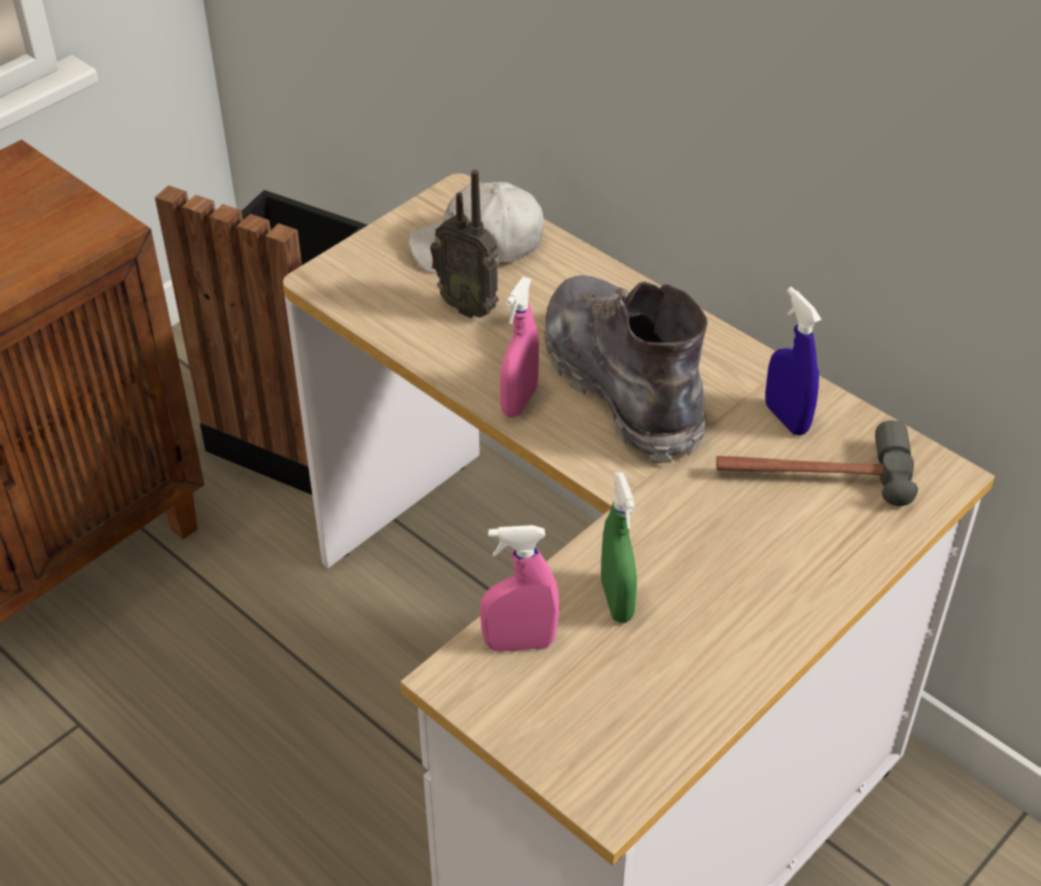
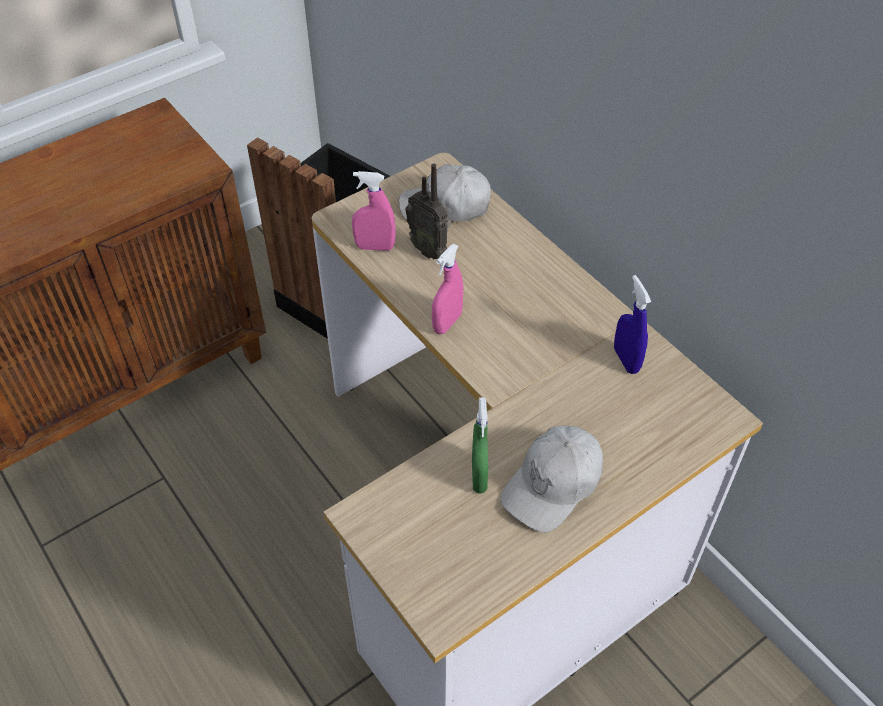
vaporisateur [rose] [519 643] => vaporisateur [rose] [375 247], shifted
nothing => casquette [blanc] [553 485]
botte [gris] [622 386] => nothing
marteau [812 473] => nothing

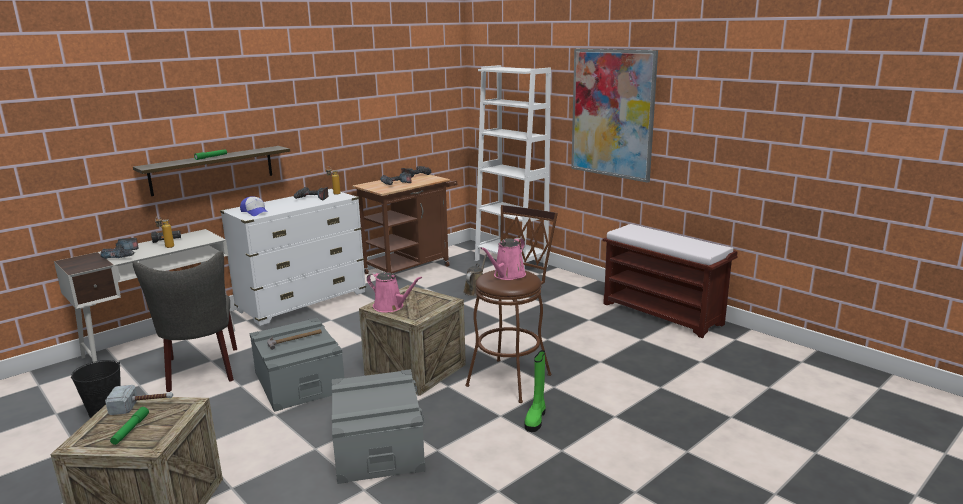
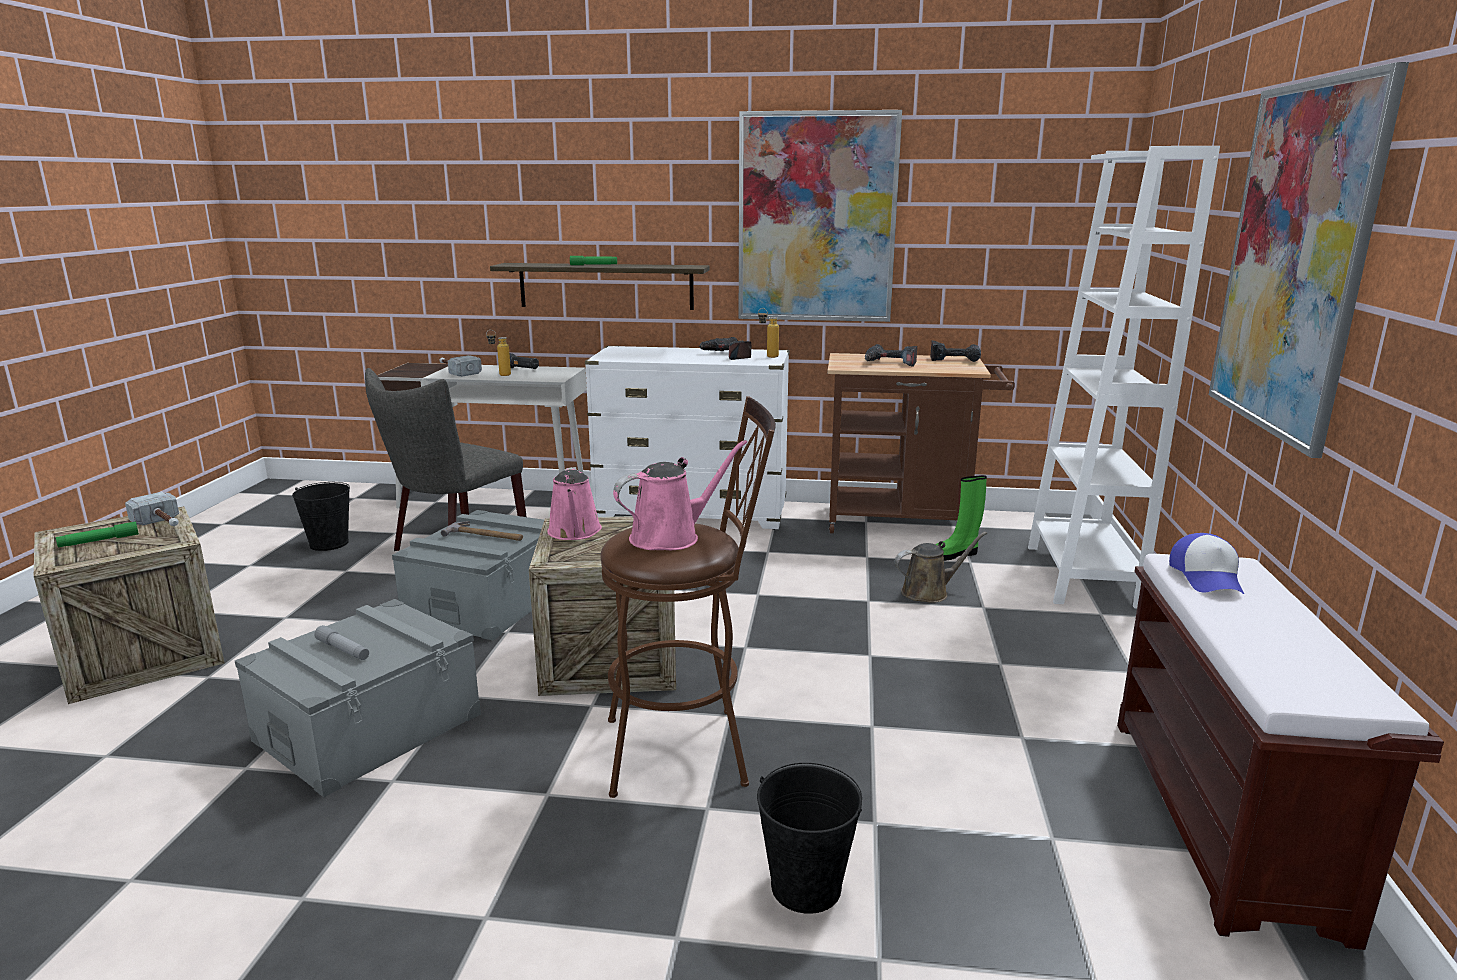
nothing => lampe de poche [gris] [343 649]
perceuse [124 254] => marteau [456 371]
arrosoir [rose] [507 275] => arrosoir [rose] [671 537], 150 degrees clockwise
nothing => tableau [816 218]
nothing => seau [noir] [806 887]
botte [vert] [536 419] => botte [vert] [955 554], shifted
casquette [255 212] => casquette [1207 577], shifted

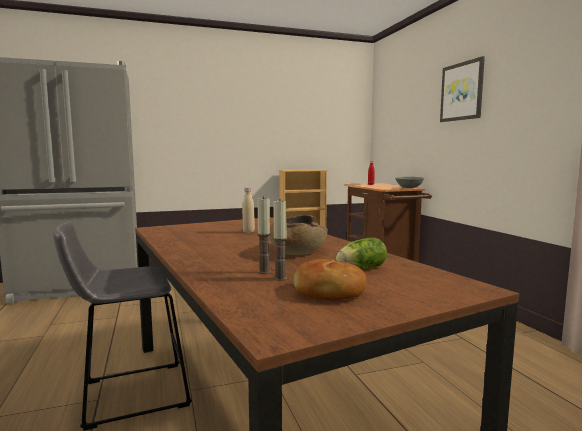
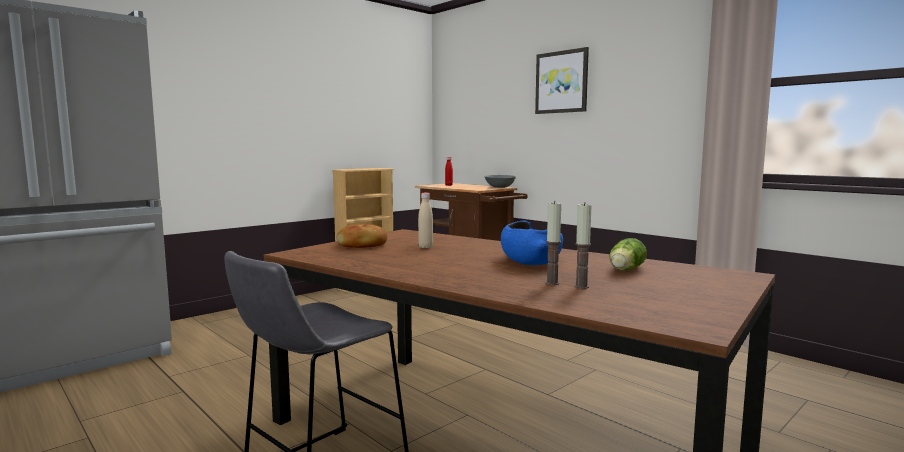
pain [329 292] => pain [362 245], shifted
bol [marron] [298 250] => bol [bleu] [530 260]

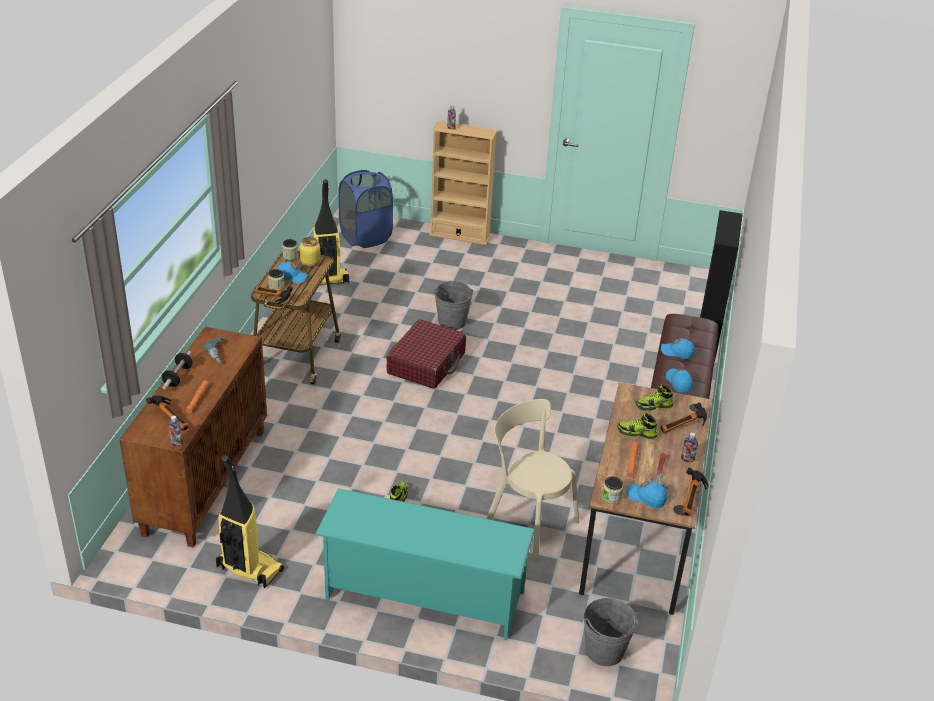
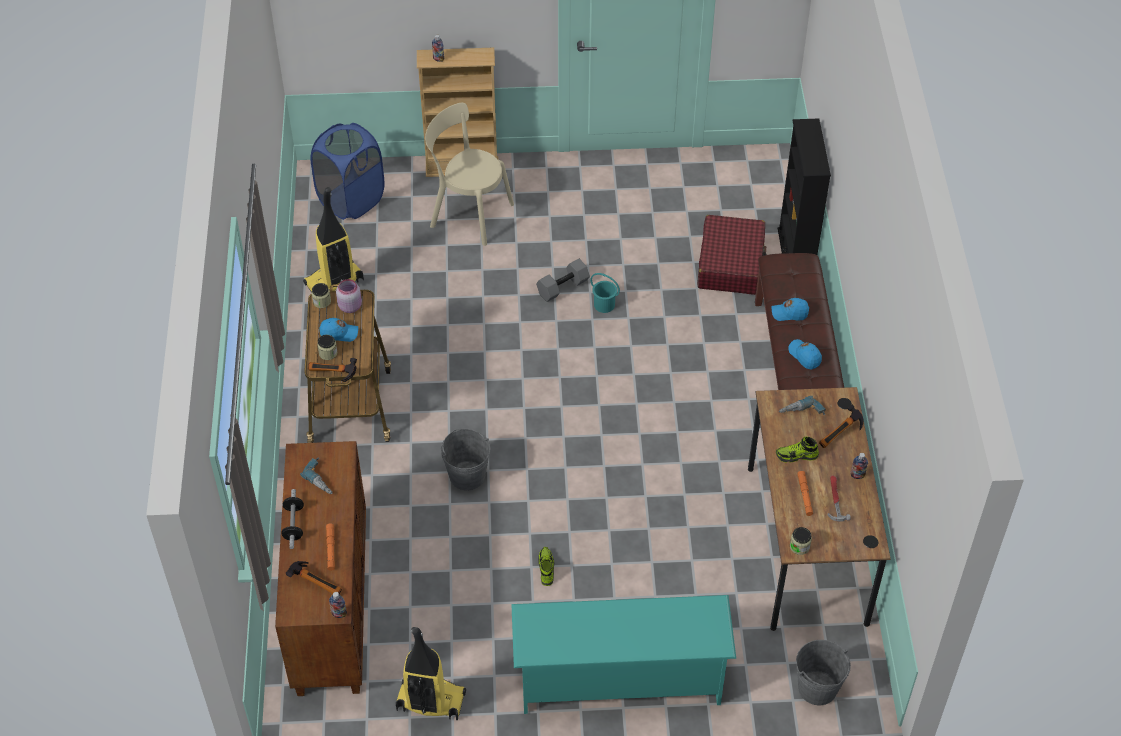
bocal [jaune] [310 263] => bocal [rose] [350 306]
chaise [beige] [528 520] => chaise [beige] [468 213], shifted
seau [gris] [452 322] => seau [gris] [467 475], shifted
nothing => haltère [gris] [563 288]
nothing => seau [turquoise] [604 304]
valise [rouge] [426 363] => valise [rouge] [731 264], shifted
chaussure [653 406] => perceuse [801 414]
casquette [bleu] [646 497] => nothing
marteau [693 500] => nothing

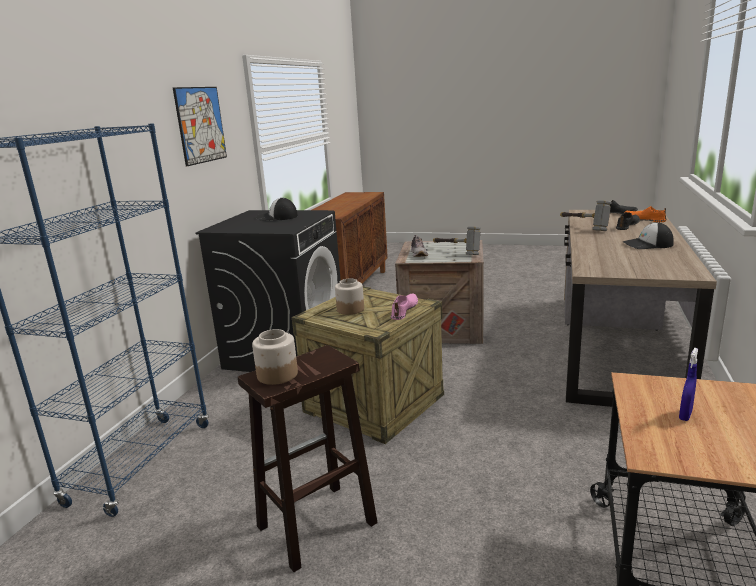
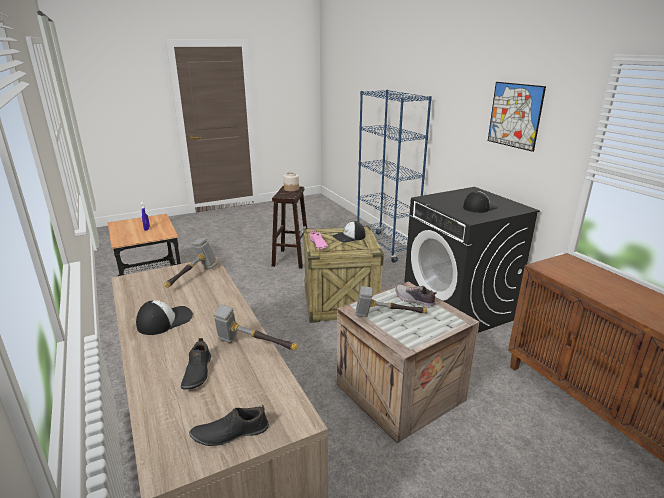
nothing => marteau [192 277]
bocal [350 309] => casquette [349 237]
chaussure [orange] [644 219] => nothing

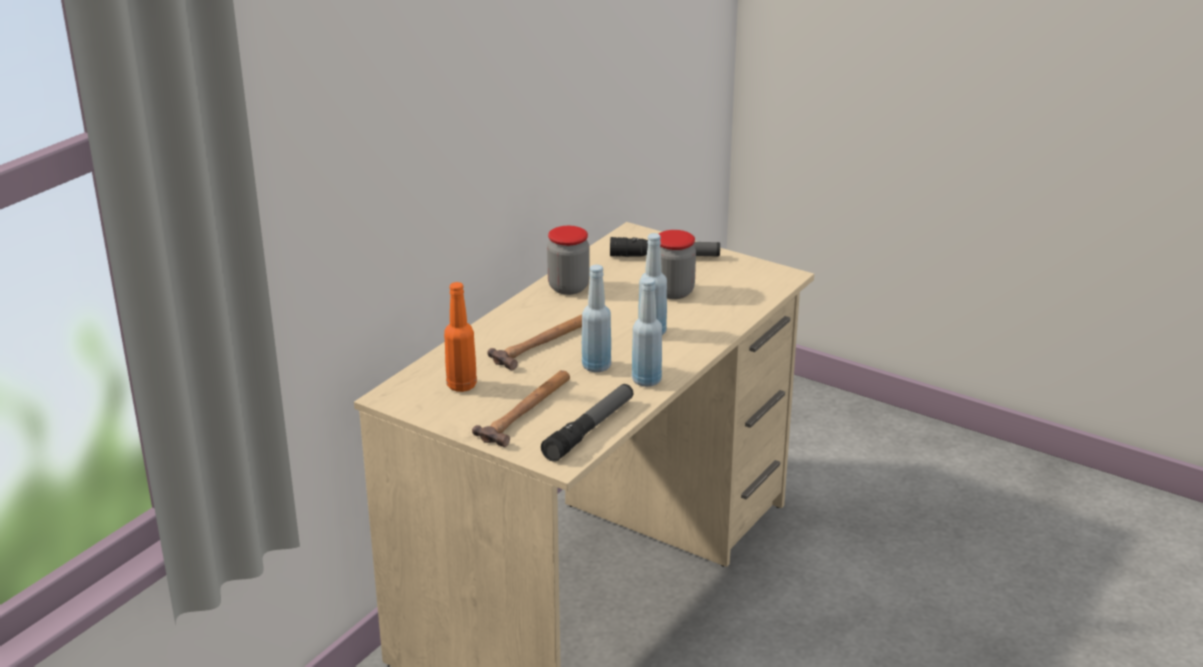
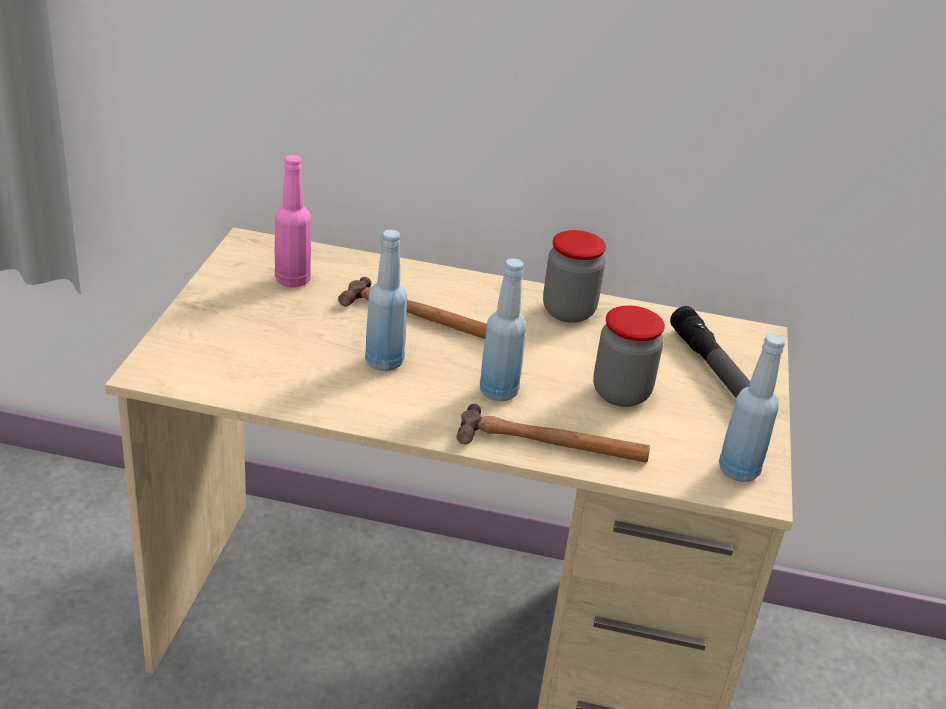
bouteille [orange] [461 385] => bouteille [rose] [292 280]
marteau [527 411] => marteau [552 444], shifted
bouteille [bleu] [646 380] => bouteille [bleu] [738 470], shifted
lampe de poche [590 429] => nothing

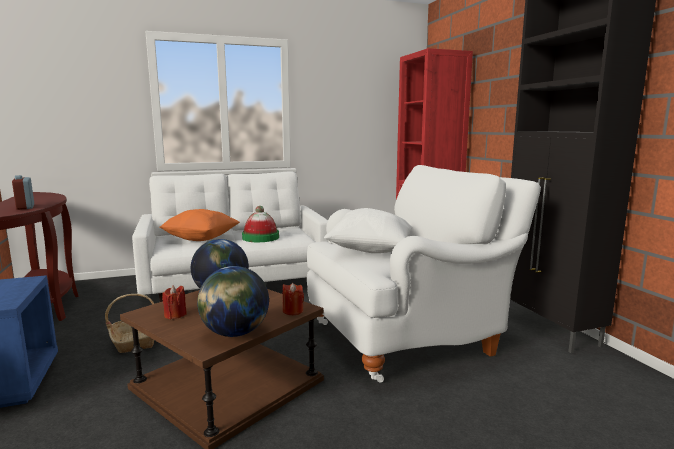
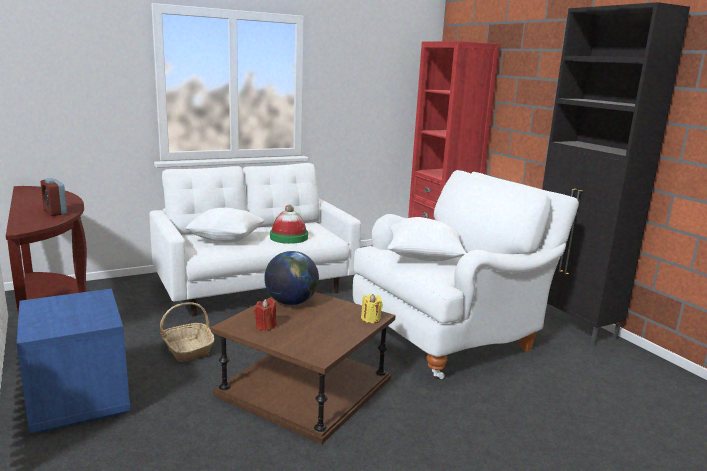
coussin [orange] [201 239] => coussin [blanc] [226 240]
bougie [rouge] [293 311] => bougie [jaune] [370 319]
globe [235 333] => nothing

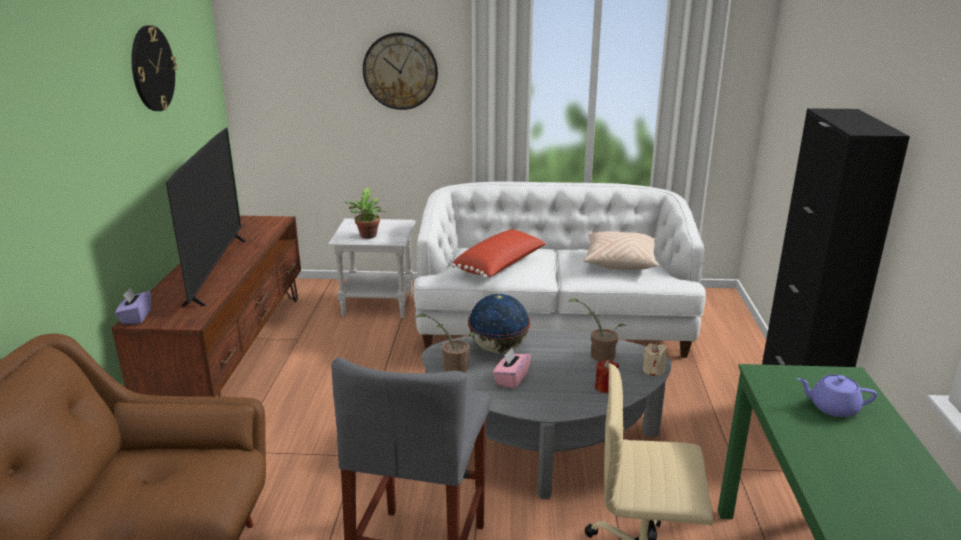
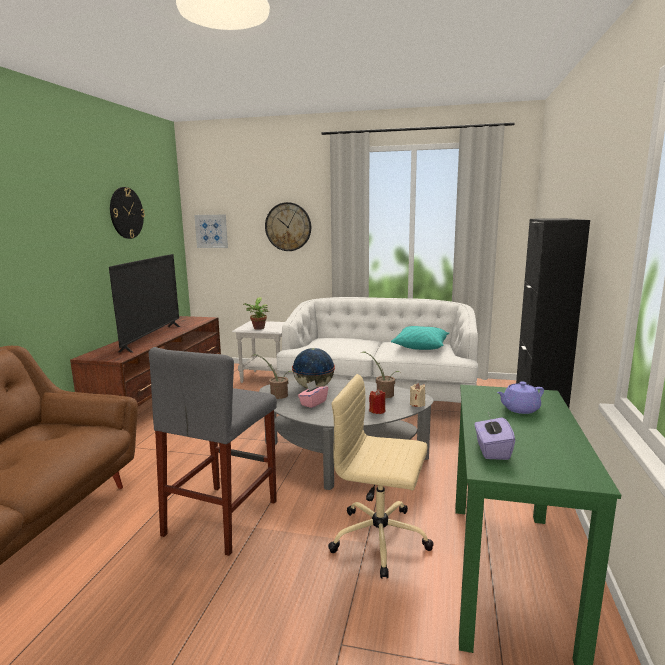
nothing => tableau [211 231]
coussin [beige] [619 262] => coussin [turquoise] [420 346]
boîte à mouchoirs [violet] [136 317] => boîte à mouchoirs [violet] [492 450], shifted
théière [violet] [832 407] => théière [violet] [519 409], 45 degrees counterclockwise
coussin [rouge] [501 266] => nothing

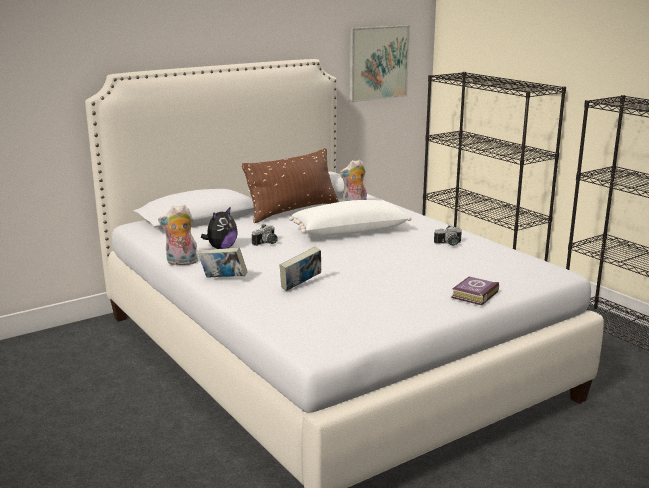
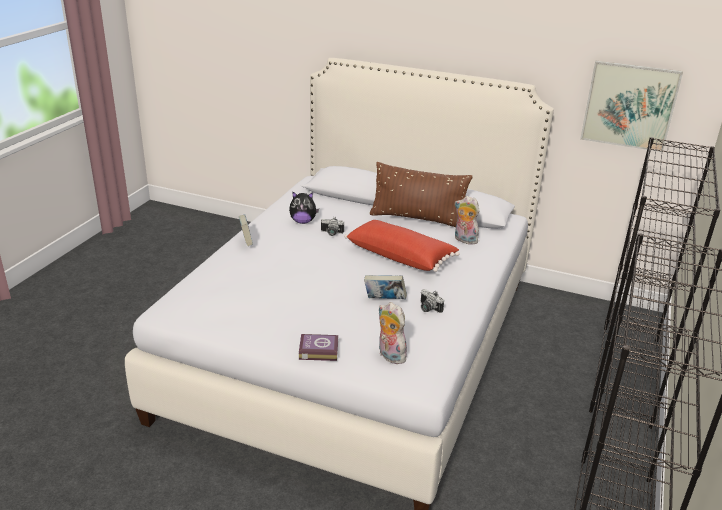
coussin [blanc] [349 231] => coussin [rouge] [400 256]
livre [301 286] => livre [384 300], shifted
peluche [181 263] => peluche [389 356], shifted

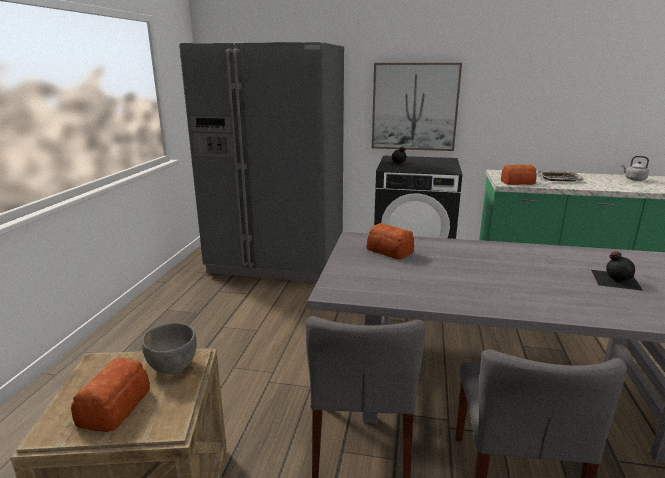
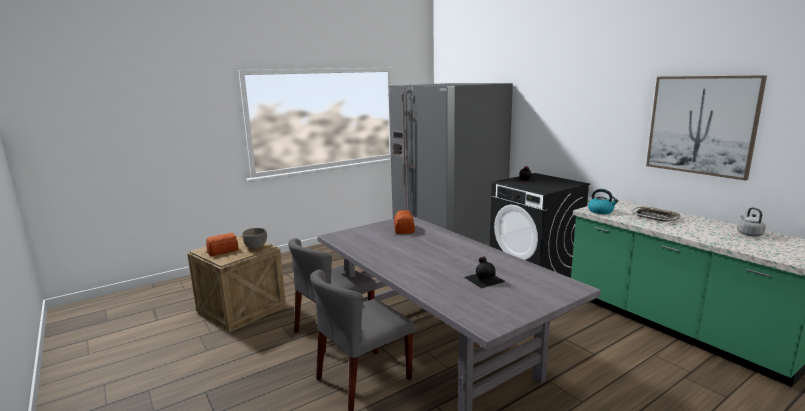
pain [516 182] => bouilloire [601 211]
tableau [414 107] => tableau [701 125], shifted

